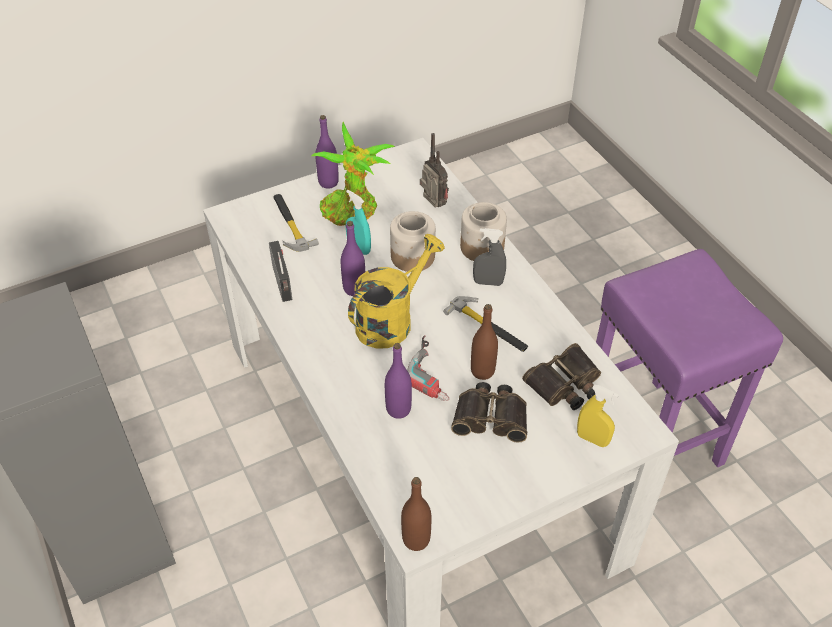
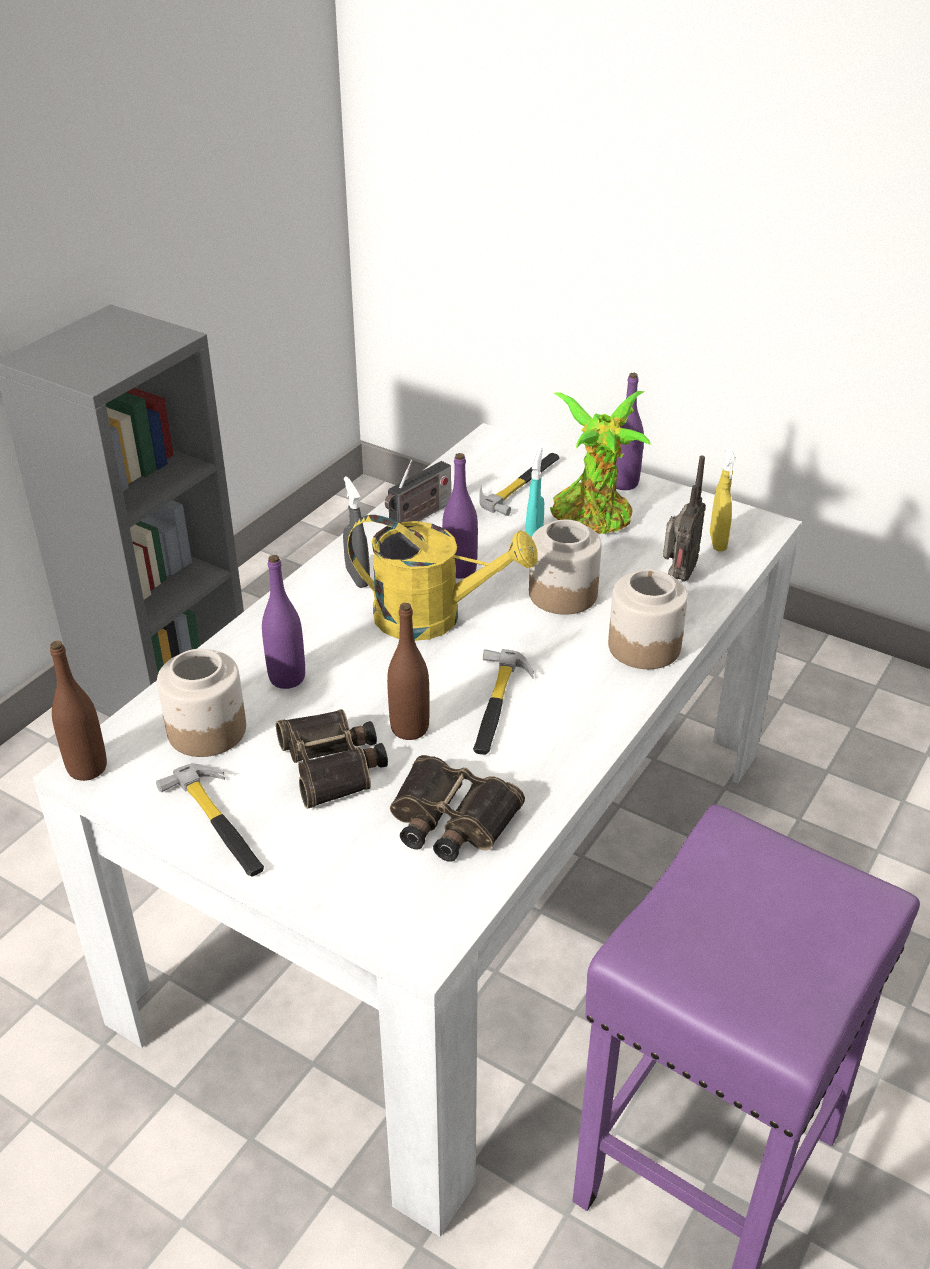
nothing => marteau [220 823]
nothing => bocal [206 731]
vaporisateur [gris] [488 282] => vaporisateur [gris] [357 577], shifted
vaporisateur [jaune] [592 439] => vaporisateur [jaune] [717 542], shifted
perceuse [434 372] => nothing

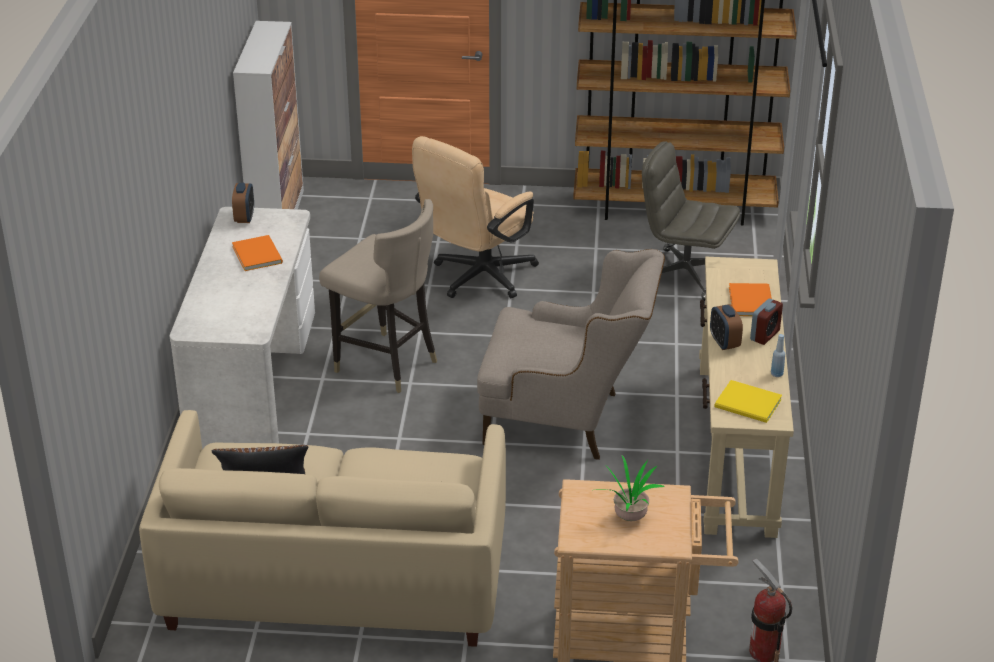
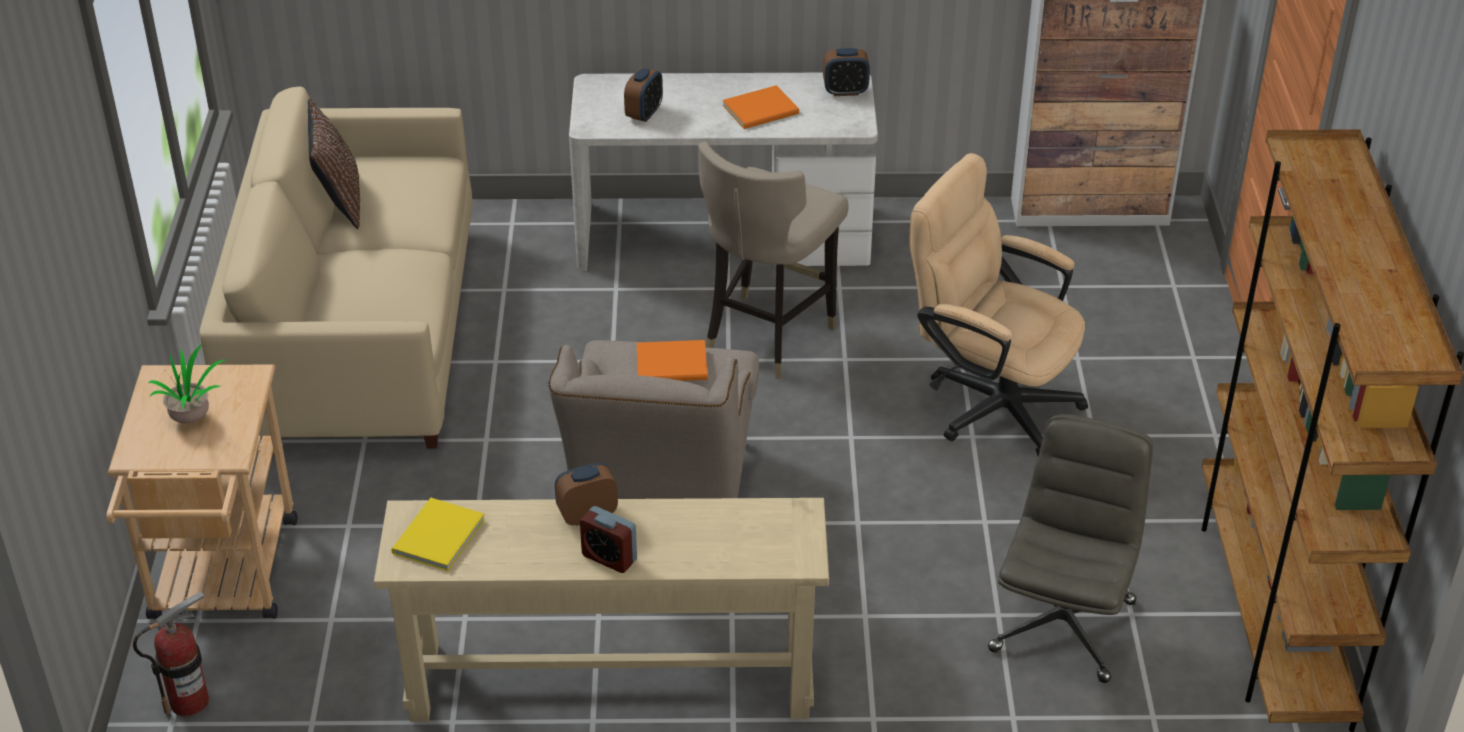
nothing => réveil [644 113]
livre [orange] [752 300] => livre [orange] [674 365], shifted
bouteille [bleu] [777 374] => nothing

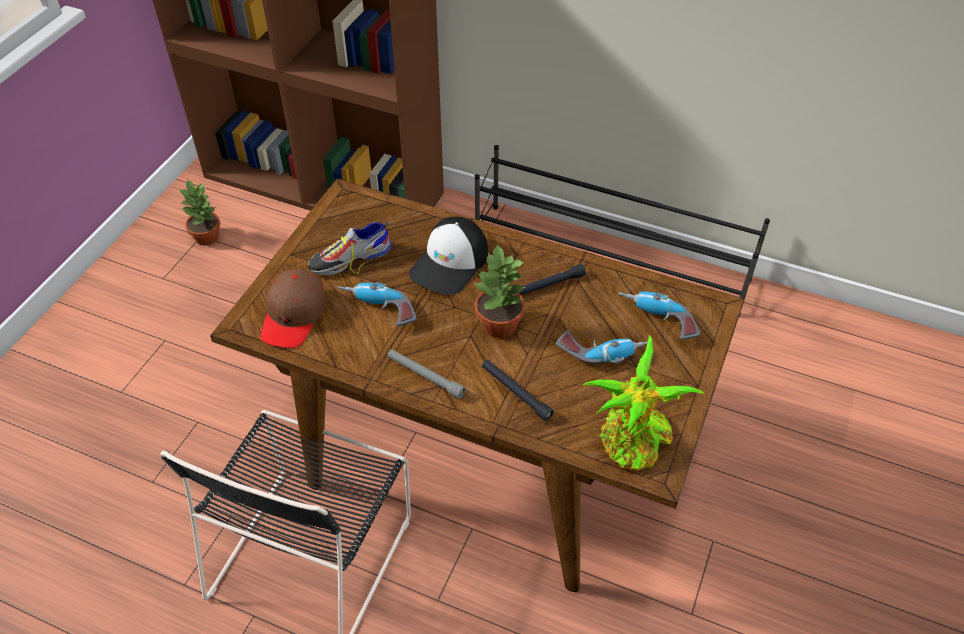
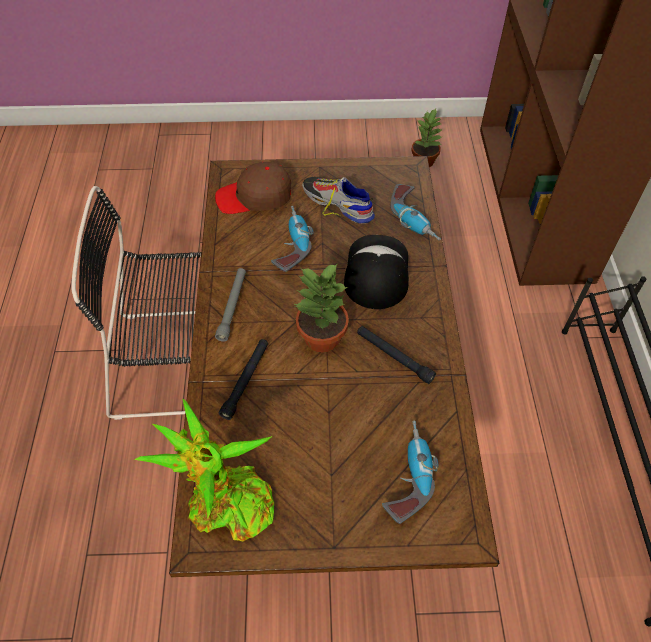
casquette [450 263] => casquette [376 272], 90 degrees clockwise
perceuse [602 351] => perceuse [415 219], shifted

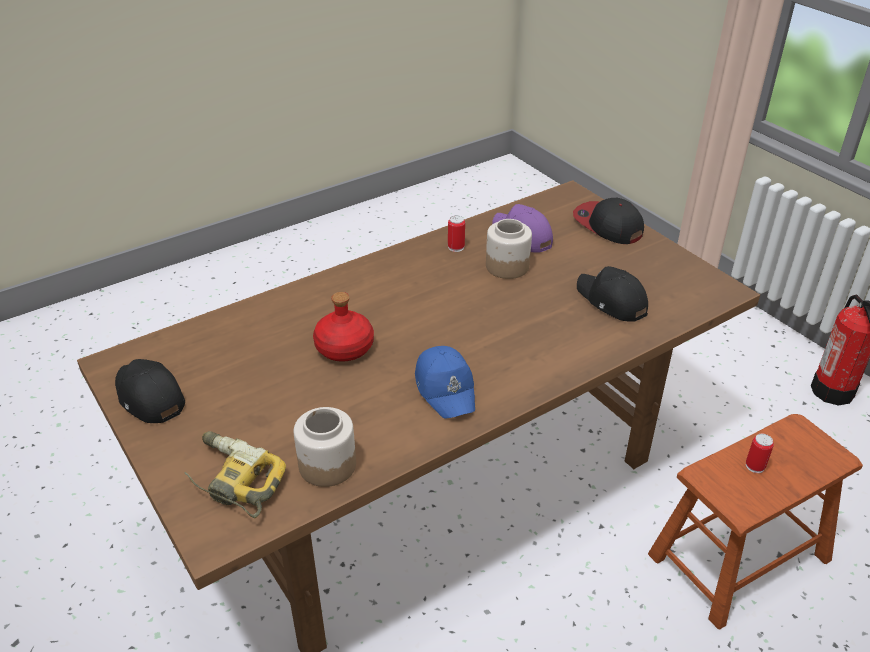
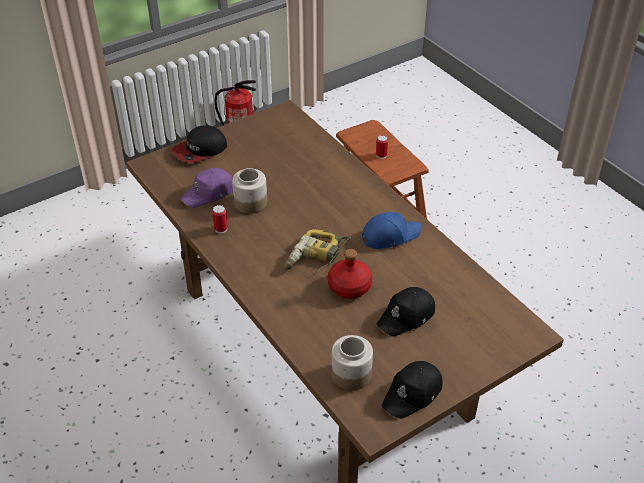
perceuse [232 481] => perceuse [316 257], shifted
bocal [327 465] => bocal [351 375], shifted
casquette [noir] [611 301] => casquette [noir] [407 316], shifted

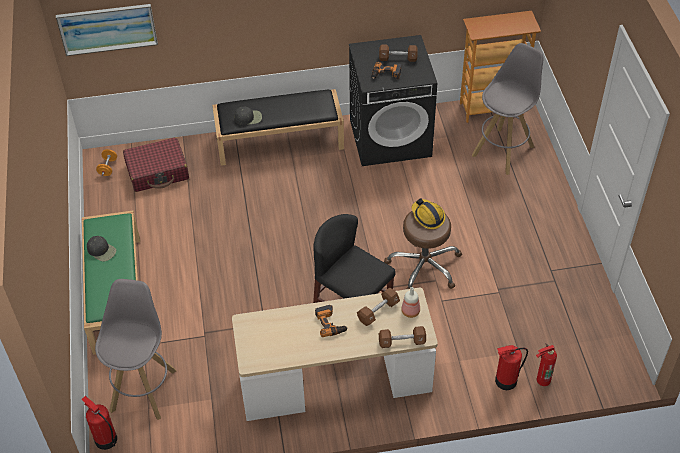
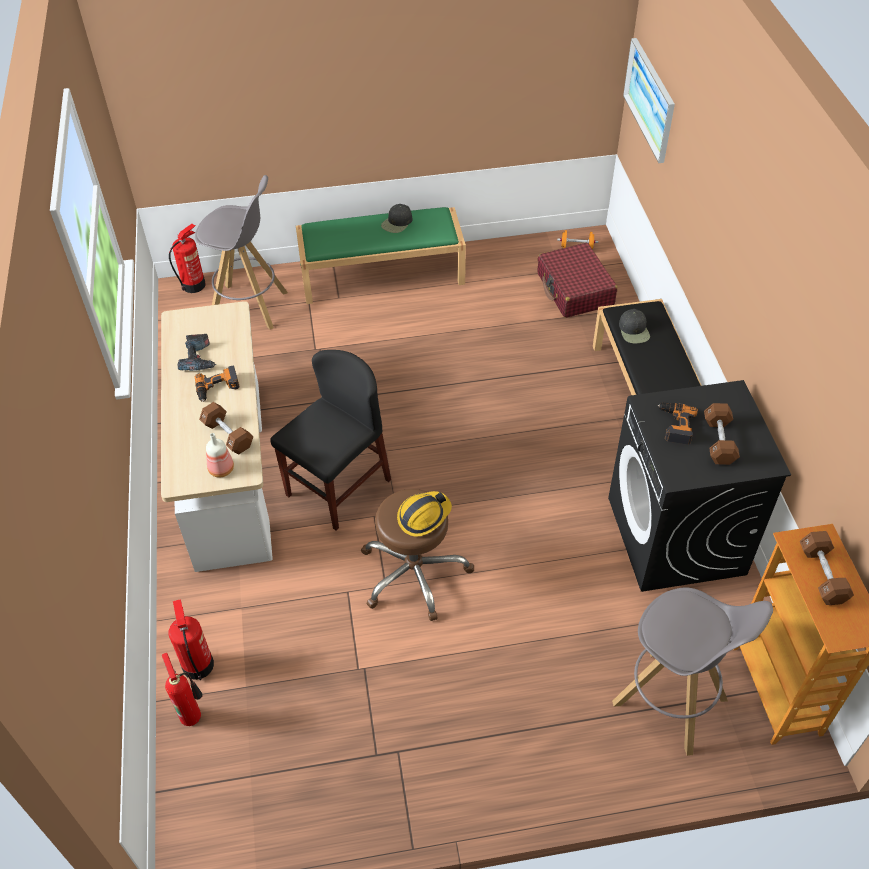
nothing => perceuse [199 358]
haltère [marron] [402 342] => haltère [marron] [822 575], shifted

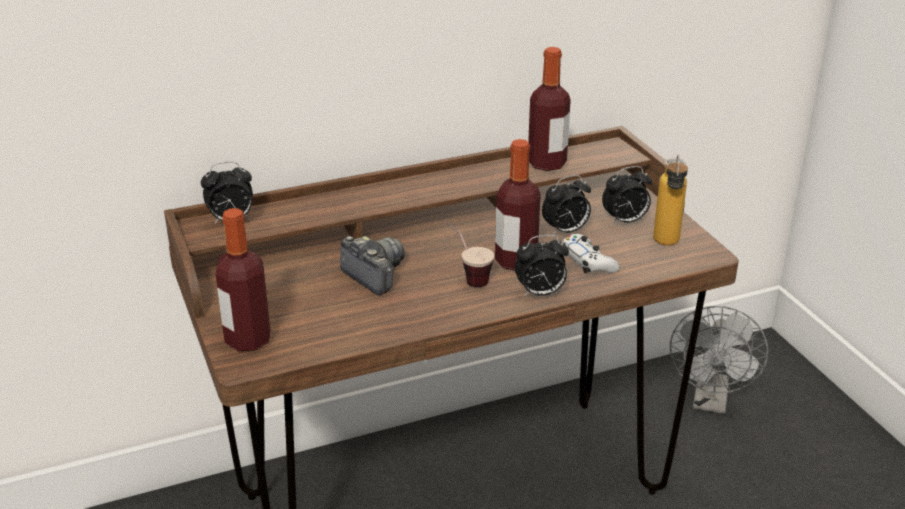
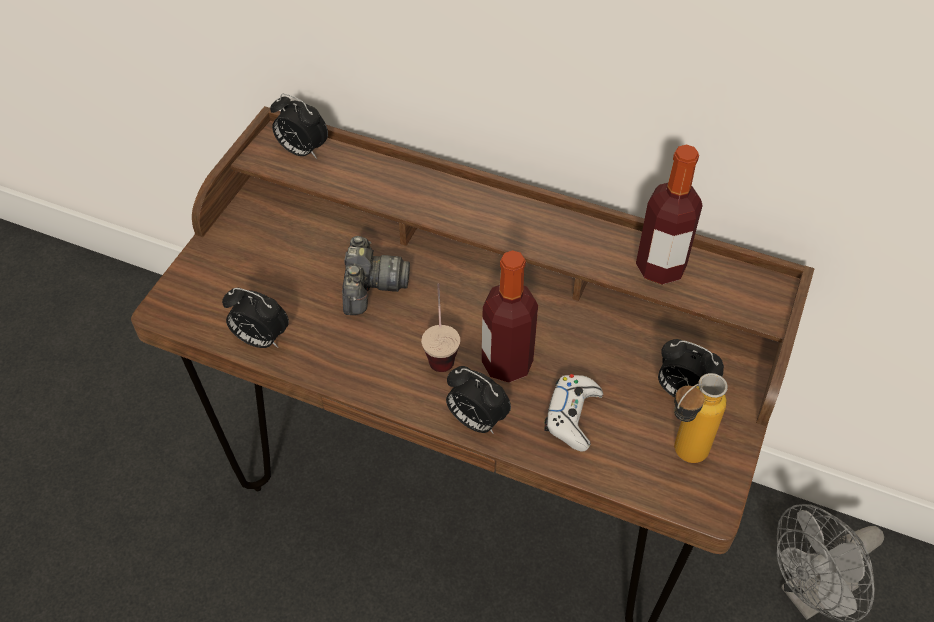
réveil [565 231] => réveil [260 339], shifted
bouteille [248 340] => nothing

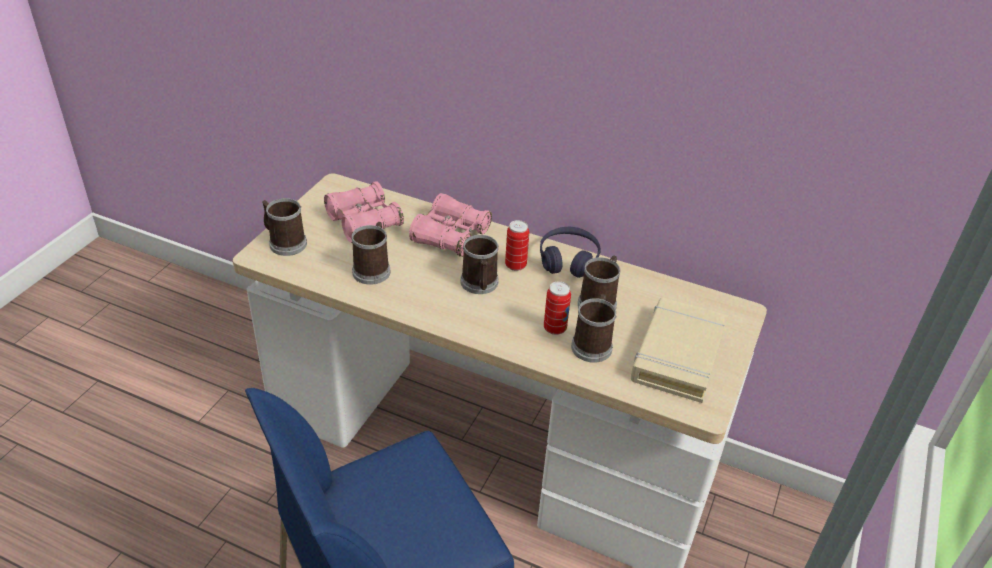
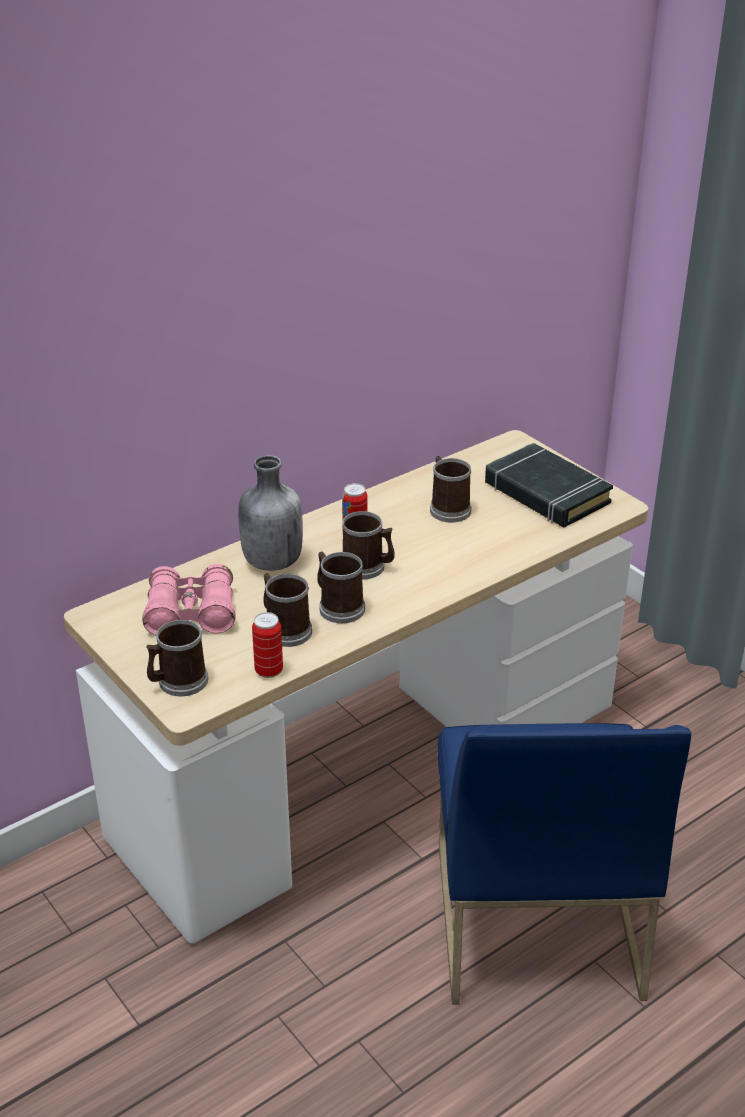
jumelles [rose] [450 236] => bouteille [gris] [271 562]
boîte métallique [555 328] => boîte métallique [269 671], shifted
mug [592 344] => mug [338 606], shifted
livre [beige] [677 355] => livre [noir] [546 493]
casque audio [violet] [568 260] => nothing

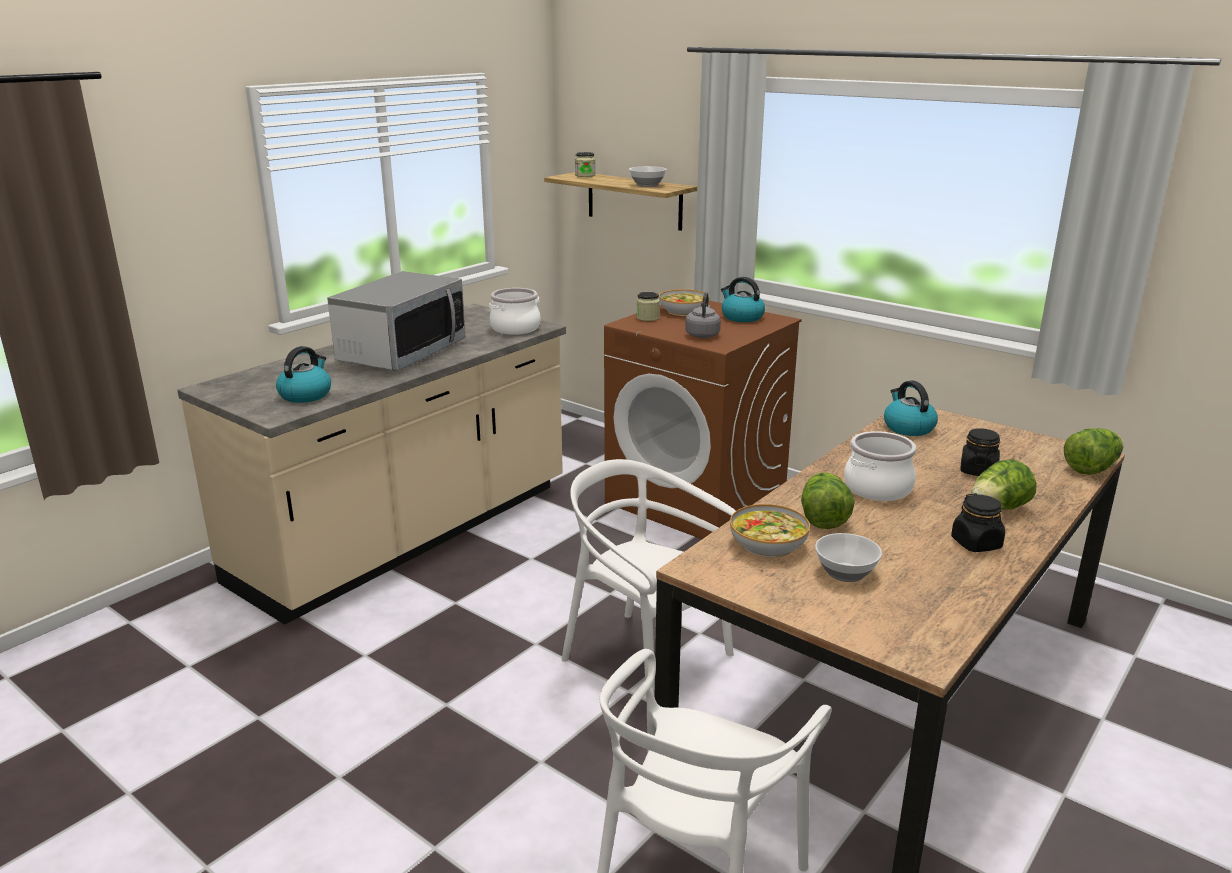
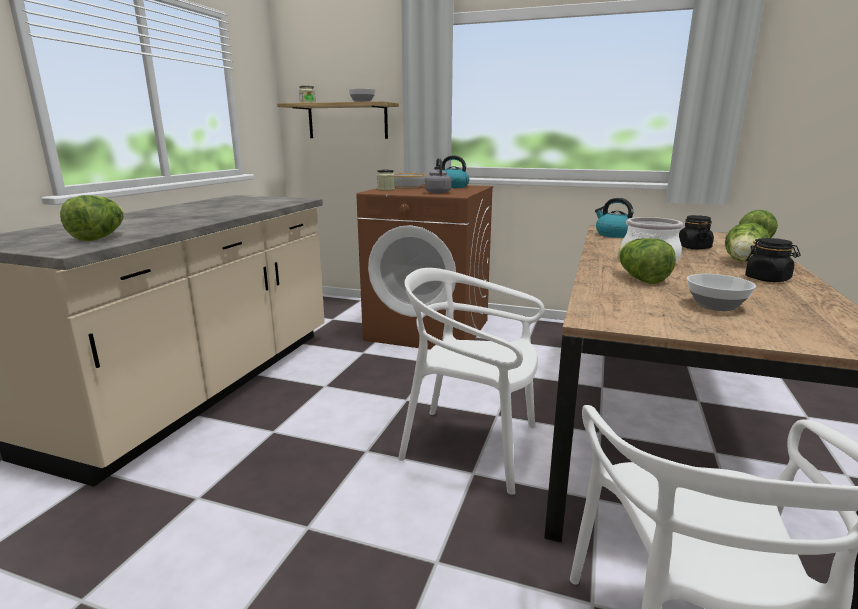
bouilloire [306 395] => laitue [100 237]
micro-ondes [402 352] => nothing
marmite [515 328] => nothing
bol [767 544] => nothing

